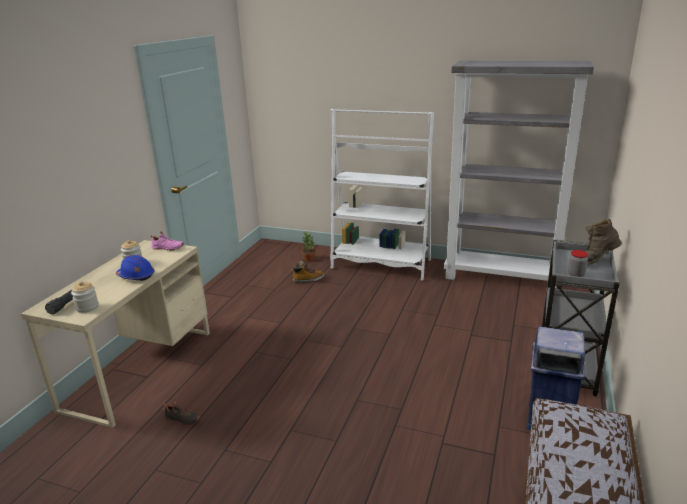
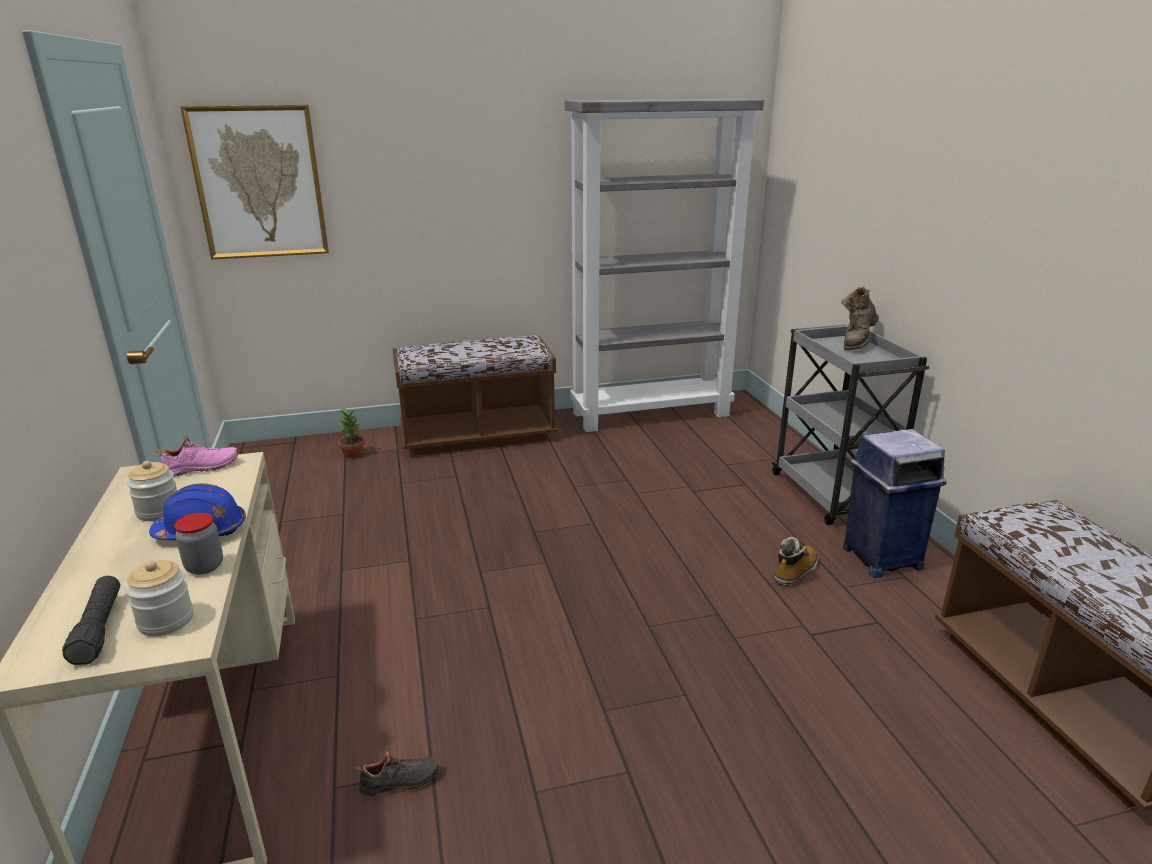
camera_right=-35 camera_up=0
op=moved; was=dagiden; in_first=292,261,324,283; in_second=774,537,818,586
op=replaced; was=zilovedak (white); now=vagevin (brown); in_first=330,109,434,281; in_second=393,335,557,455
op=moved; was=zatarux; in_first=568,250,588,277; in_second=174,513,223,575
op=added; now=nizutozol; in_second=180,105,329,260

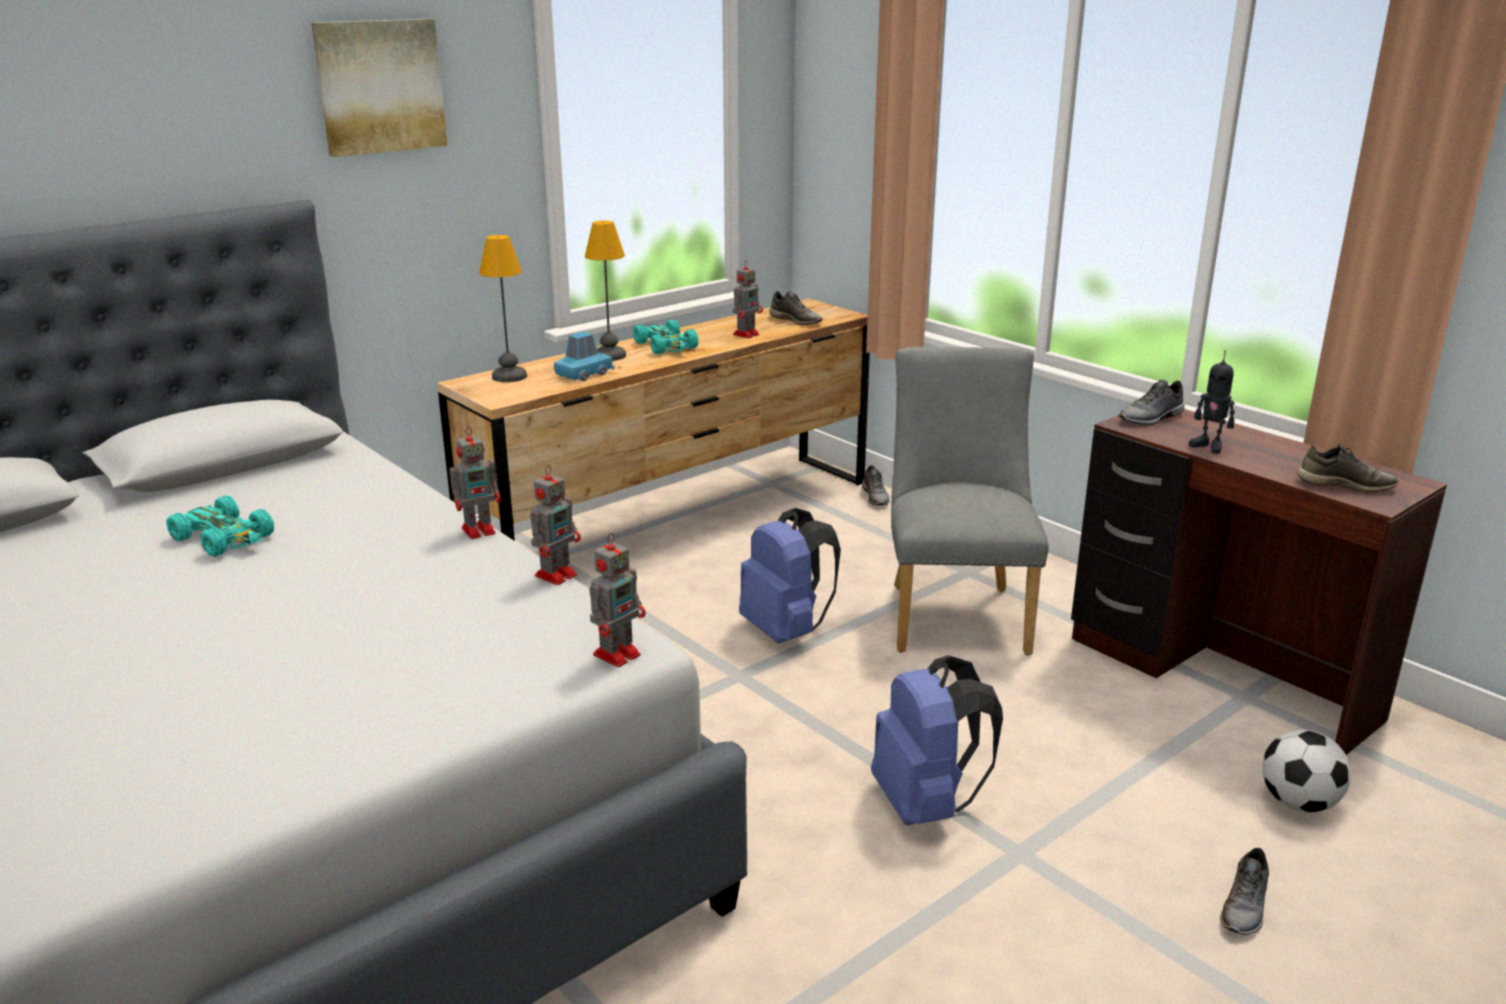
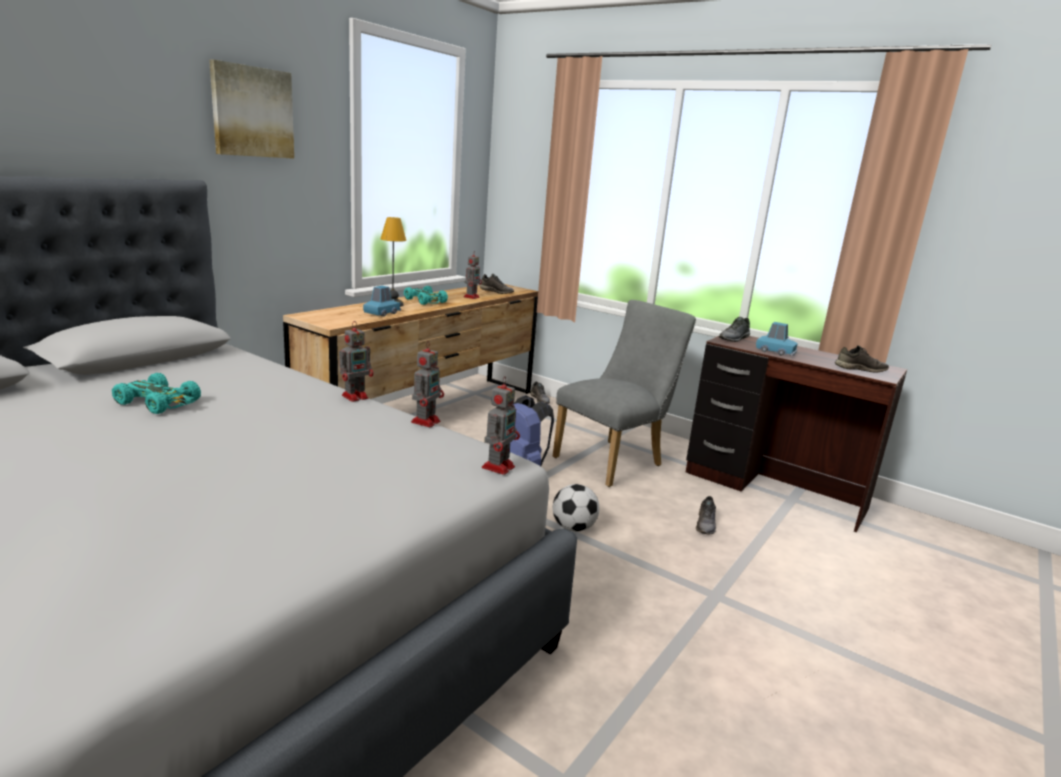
camera_right=-15 camera_up=-5
op=removed; was=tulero; in_first=479,235,527,382
op=removed; was=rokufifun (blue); in_first=871,655,1003,825
op=turned; was=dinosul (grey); in_first=891,347,1049,655; in_second=553,300,696,487; clockwise=60
op=replaced; was=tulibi; now=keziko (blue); in_first=1189,350,1235,454; in_second=756,322,798,356
op=moved; was=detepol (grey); in_first=1220,848,1269,935; in_second=696,496,716,535
op=moved; was=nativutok; in_first=1262,730,1351,812; in_second=553,484,599,532

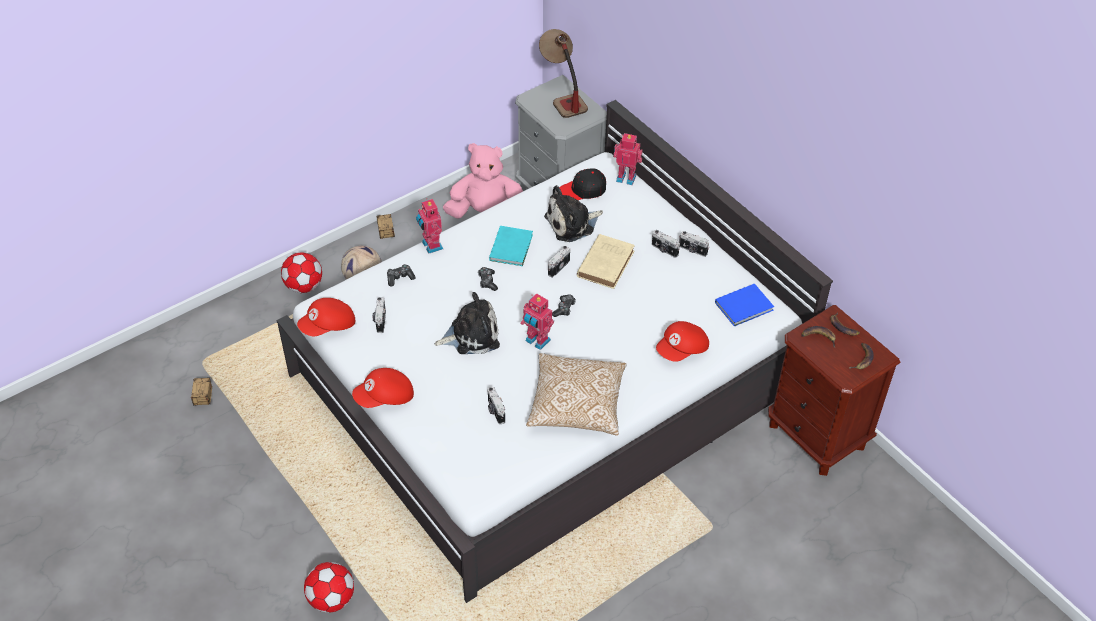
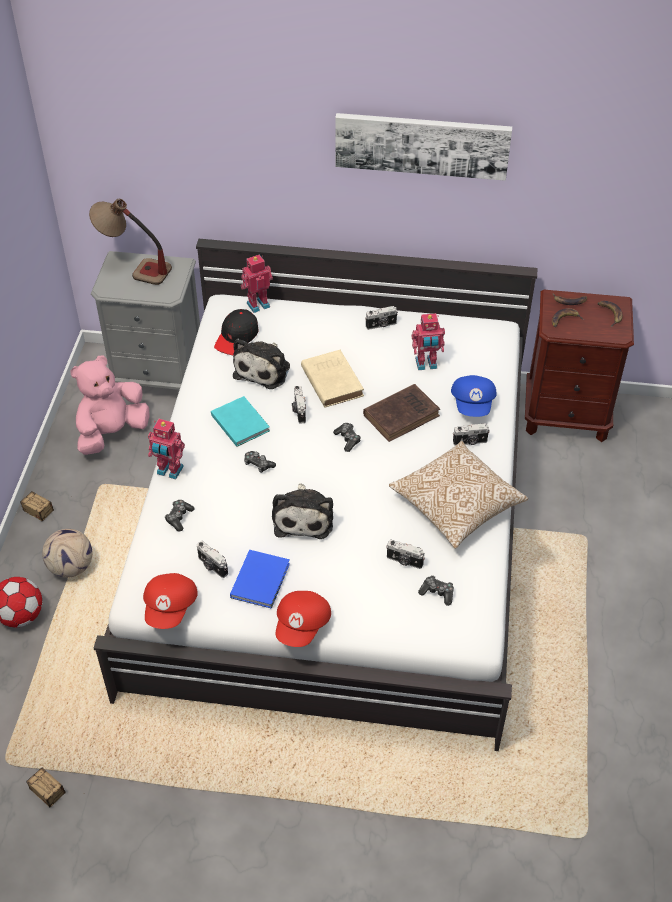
camera_right=-45 camera_up=0
op=removed; was=nativutok; in_first=304,562,354,613
op=turned; was=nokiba; in_first=434,292,500,354; in_second=272,483,333,539; clockwise=150
op=moved; was=tulibi; in_first=521,293,554,350; in_second=412,313,445,370
op=moved; was=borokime; in_first=652,230,680,258; in_second=453,423,490,446
op=recoloured; was=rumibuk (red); now=rumibuk (blue); in_first=656,321,709,362; in_second=451,375,497,417
op=moved; was=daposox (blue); in_first=715,283,774,326; in_second=230,550,290,609
op=added; now=nizutozol; in_second=335,113,512,181
op=added; now=daposox (brown); in_second=363,384,440,442
op=added; now=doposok; in_second=418,575,454,606

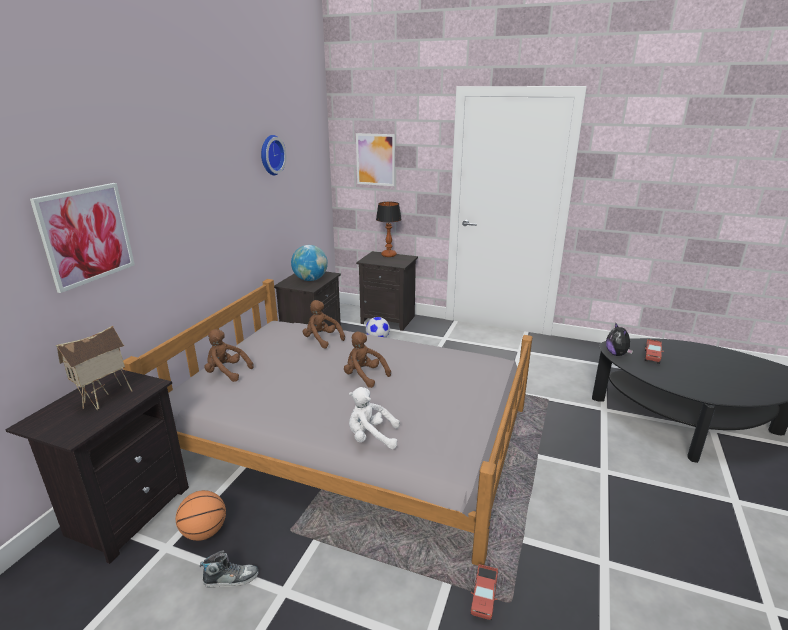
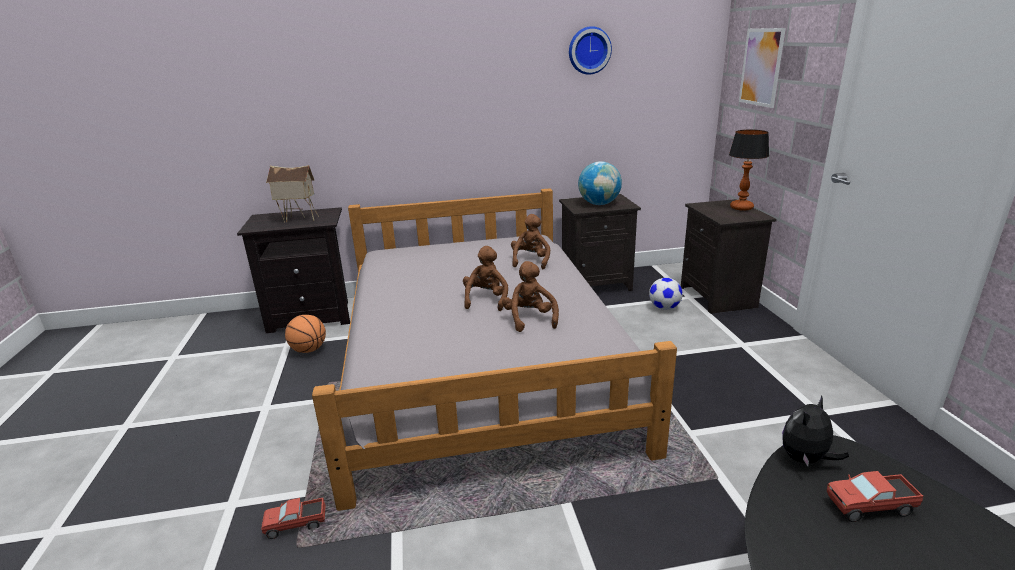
camera_right=60 camera_up=0
op=removed; was=nizutozol; in_first=30,183,135,293
op=removed; was=detepol; in_first=200,550,259,588
op=moved; was=nokiba (brown); in_first=204,329,254,382; in_second=502,261,559,332
op=removed; was=nokiba (white); in_first=349,387,400,449

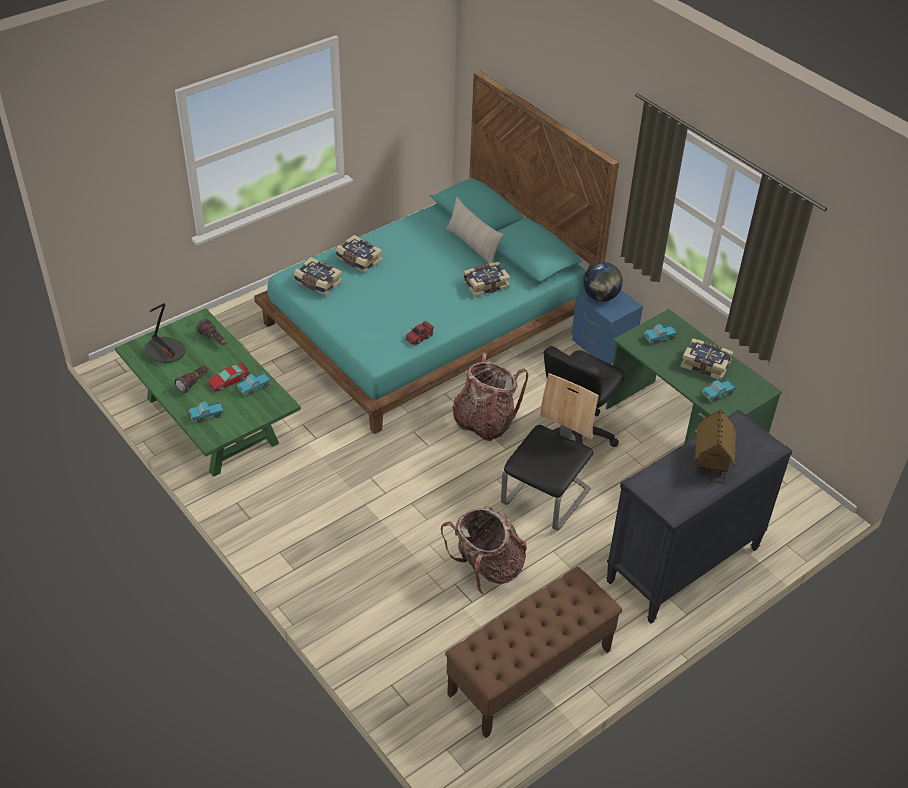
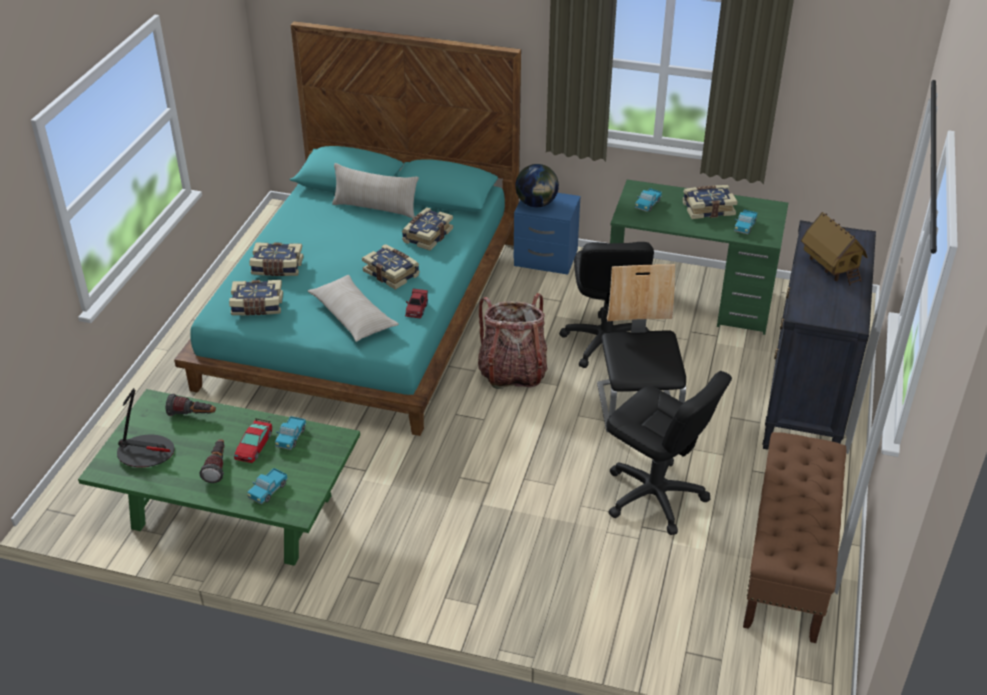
camera_right=-35 camera_up=-5
op=replaced; was=rokufifun; now=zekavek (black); in_first=441,506,527,594; in_second=606,371,732,535
op=added; now=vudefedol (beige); in_second=308,275,399,342
op=added; now=daposox; in_second=362,244,420,290

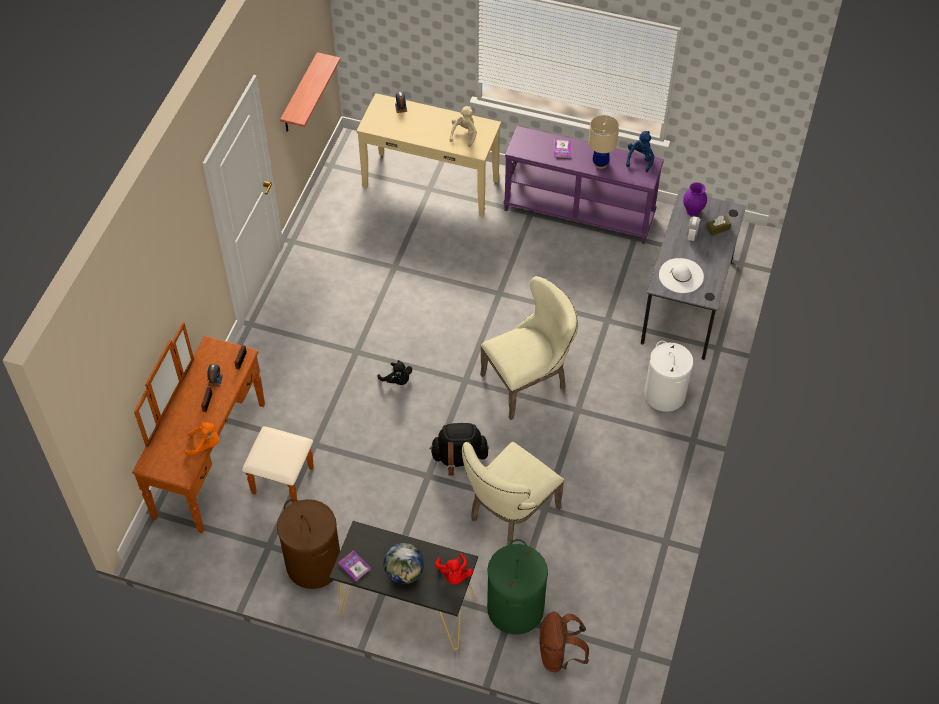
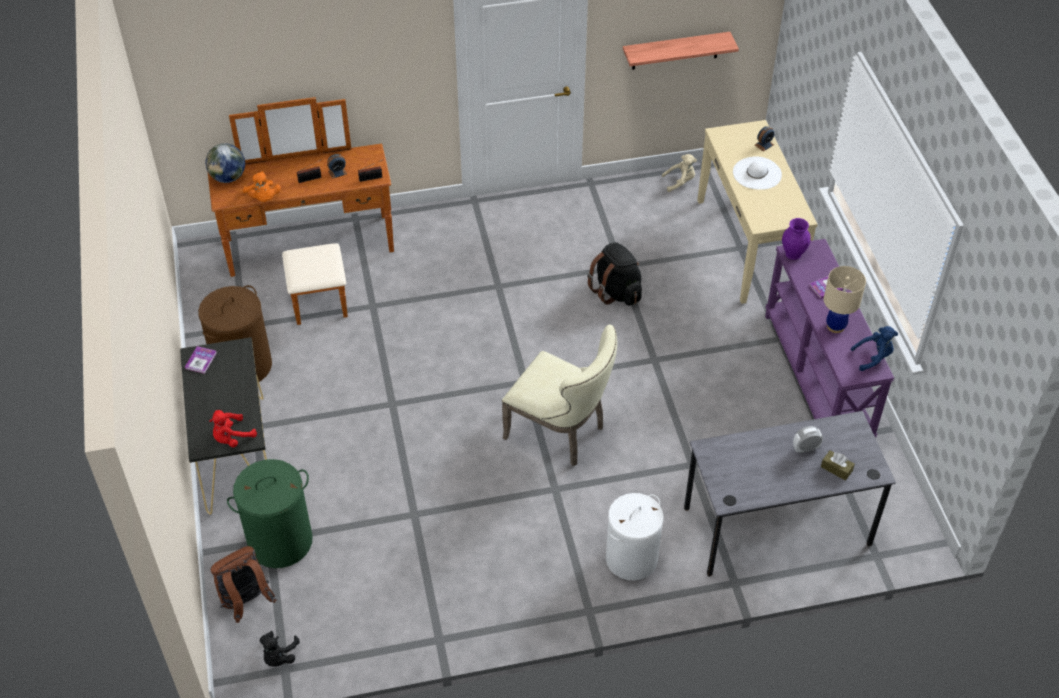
camera_right=60 camera_up=-5
op=moved; was=nokiba (black); in_first=378,360,412,385; in_second=260,631,300,667
op=moved; was=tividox; in_first=384,543,424,584; in_second=205,143,245,183
op=moved; was=rokufifun (black); in_first=430,423,489,476; in_second=587,242,642,306
op=moved; was=nokiba (beige); in_first=450,106,477,147; in_second=662,154,697,192
op=removed; was=dinosul (beige); in_first=462,442,564,546
op=moved; was=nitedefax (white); in_first=659,258,704,293; in_second=733,156,782,190
op=moved; was=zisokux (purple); in_first=684,182,707,217; in_second=782,218,810,260

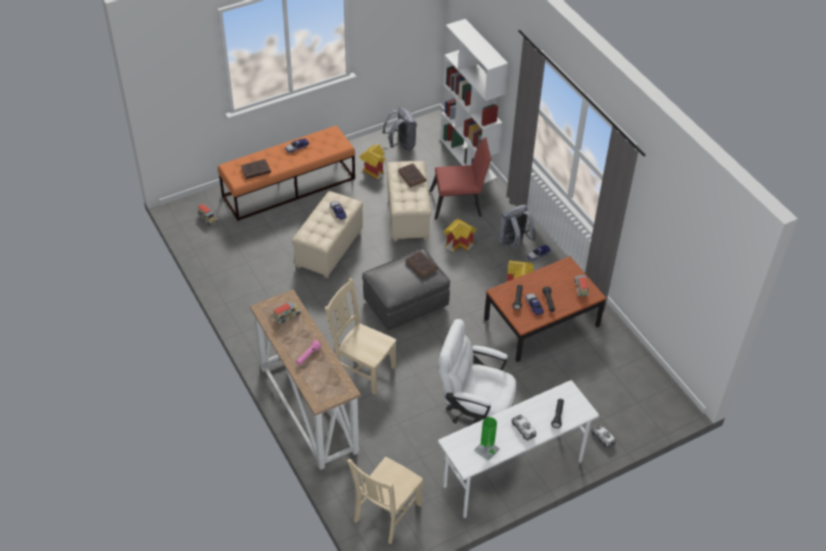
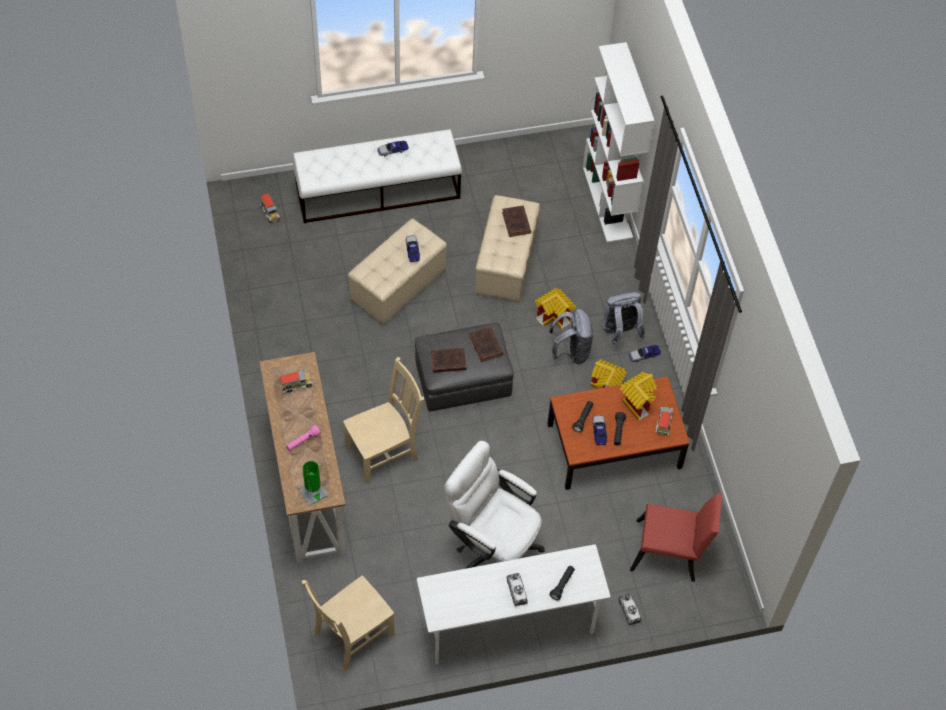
camera_right=15 camera_up=10
op=recoloured; was=vagevin (orange); now=vagevin (white); in_first=218,126,355,221; in_second=292,129,462,223
op=moved; was=daposox (brown); in_first=241,159,271,179; in_second=431,348,467,373
op=turned; was=dinosul (beige); in_first=325,278,396,395; in_second=343,357,424,484; clockwise=105
op=moved; was=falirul; in_first=359,144,386,180; in_second=620,372,657,421
op=moved; was=rokufifun (grey); in_first=383,107,417,151; in_second=549,309,593,364
op=moved; was=dinosul (red); in_first=430,138,491,220; in_second=630,493,723,582
op=moved; was=tulero (green); in_first=474,417,500,461; in_second=299,461,328,506

